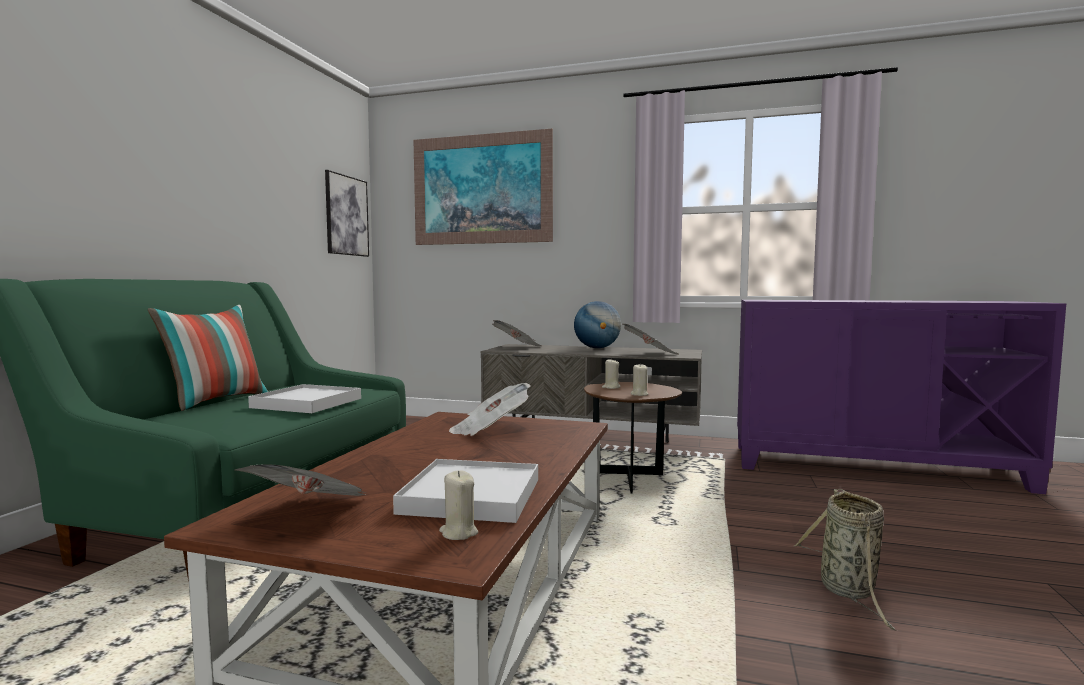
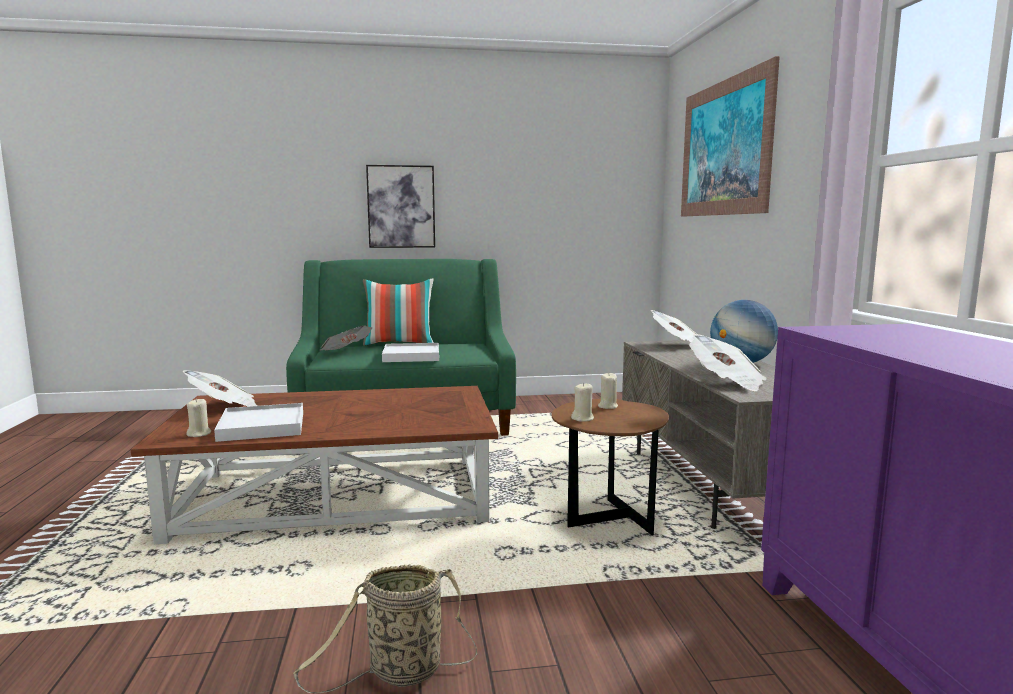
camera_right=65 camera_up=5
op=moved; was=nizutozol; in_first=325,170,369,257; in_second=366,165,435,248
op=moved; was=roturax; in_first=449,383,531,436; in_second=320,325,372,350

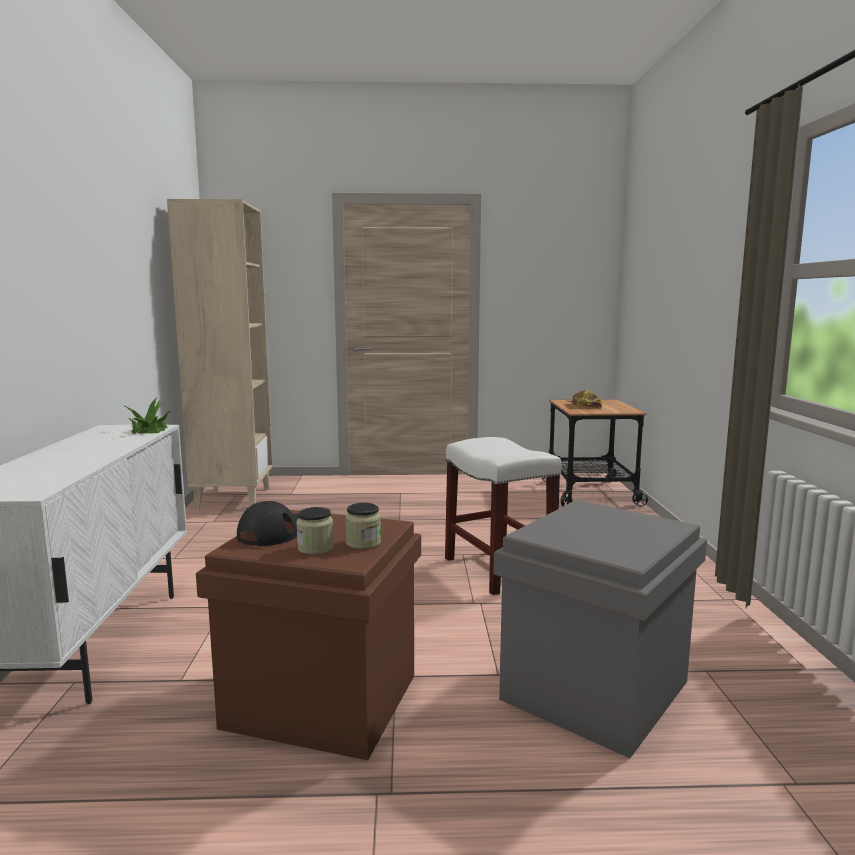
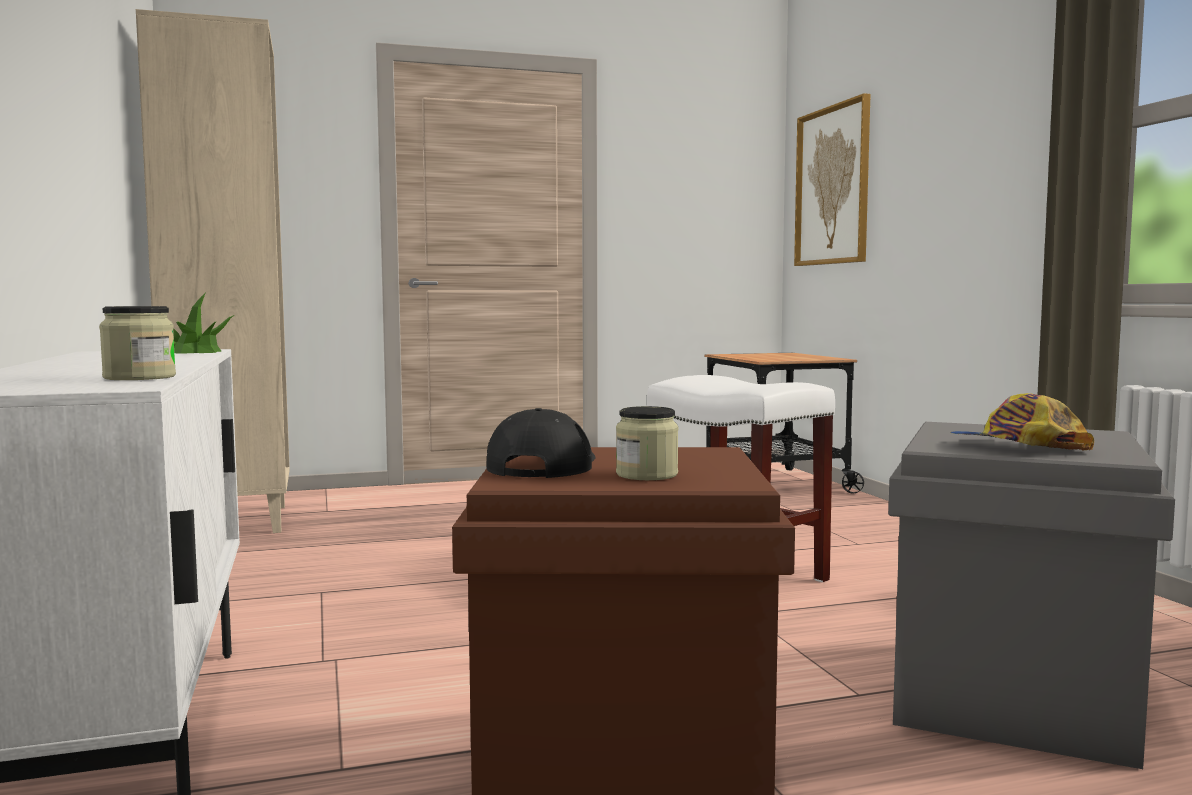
camera_right=-15 camera_up=-5
op=moved; was=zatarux; in_first=345,503,381,549; in_second=99,306,176,380
op=moved; was=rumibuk; in_first=566,390,602,408; in_second=950,393,1094,451
op=added; now=nizutozol; in_second=794,93,871,266

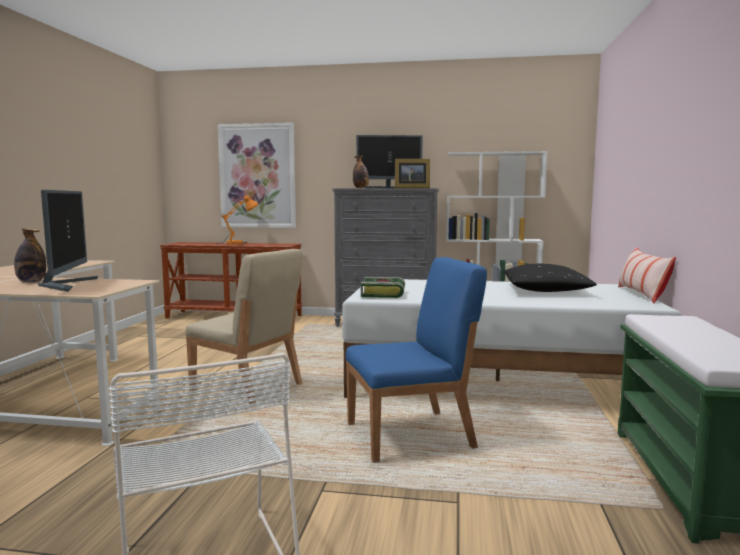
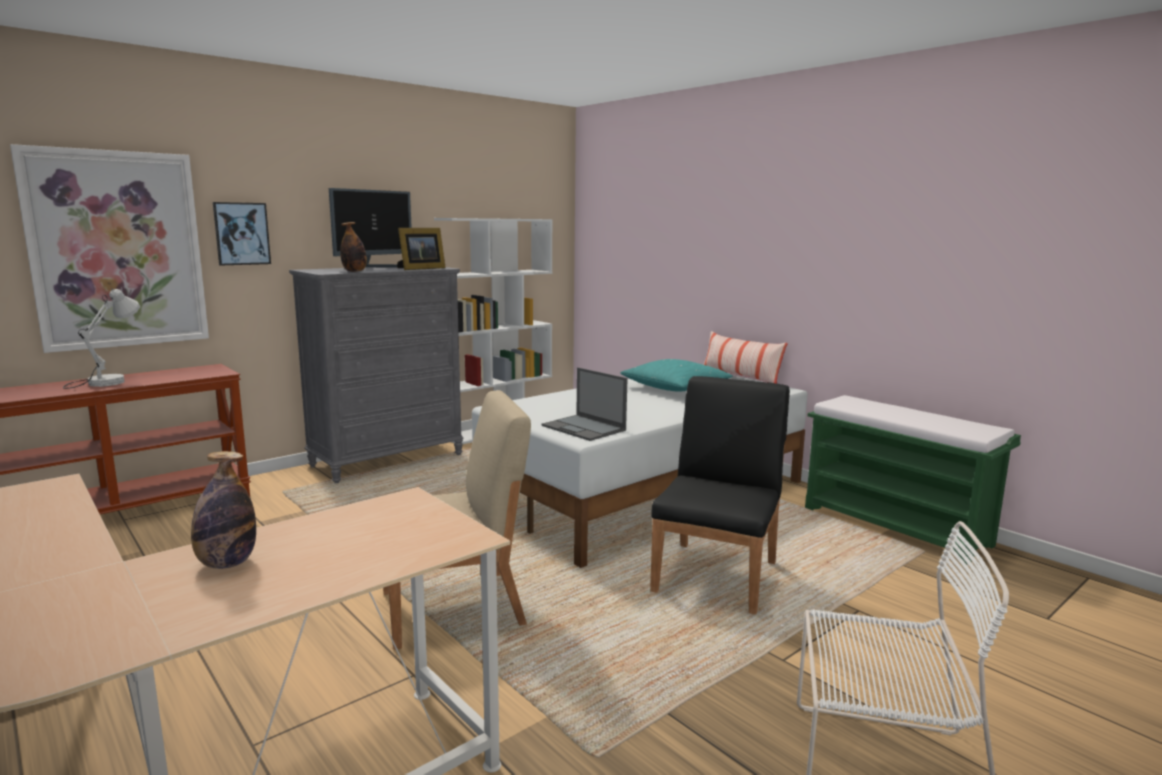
camera_right=-50 camera_up=5
op=removed; was=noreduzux; in_first=38,190,98,292
op=recoloured; was=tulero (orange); now=tulero (white); in_first=216,195,258,245; in_second=63,288,140,389
op=recoloured; was=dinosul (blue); now=dinosul (black); in_first=346,257,487,463; in_second=650,376,790,615
op=replaced; was=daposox; now=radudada; in_first=360,277,405,298; in_second=542,368,628,441
op=recoloured; was=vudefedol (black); now=vudefedol (turquoise); in_first=503,263,597,292; in_second=620,359,733,392
op=added; now=nizutozol; in_second=213,202,271,266

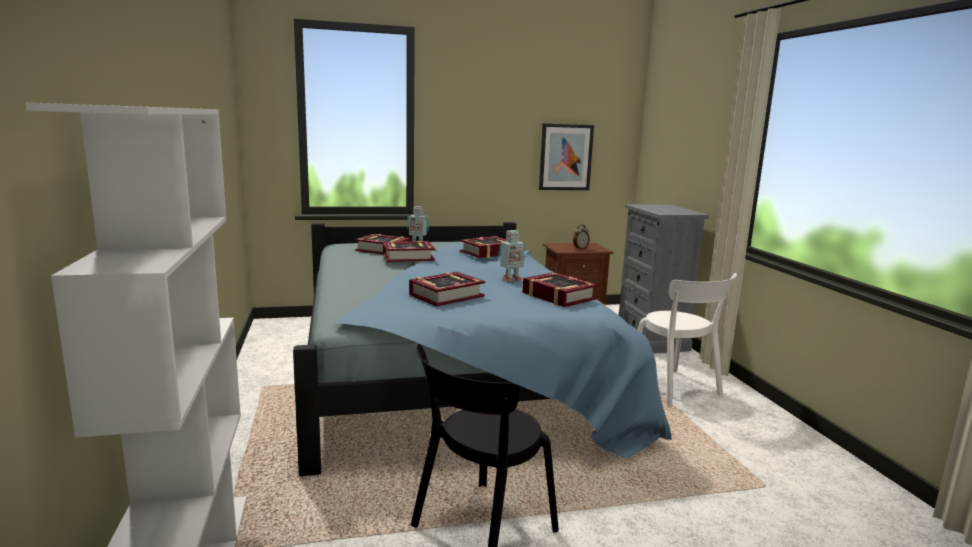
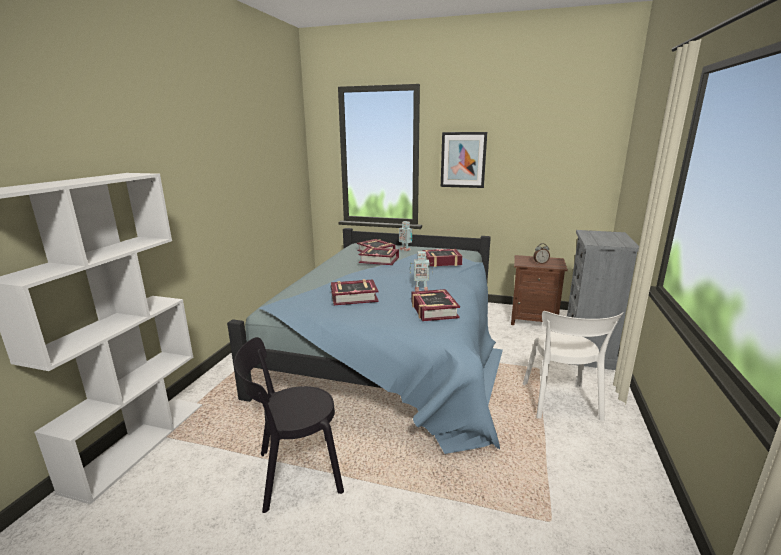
camera_right=30 camera_up=5
op=moved; was=nizutozol; in_first=539,123,594,190; in_second=441,132,487,188

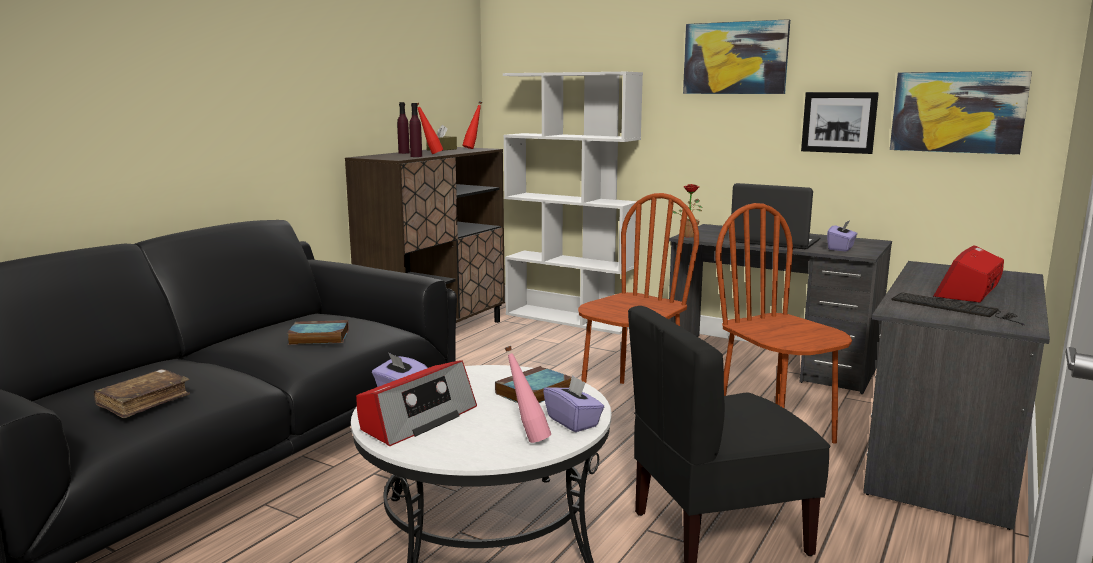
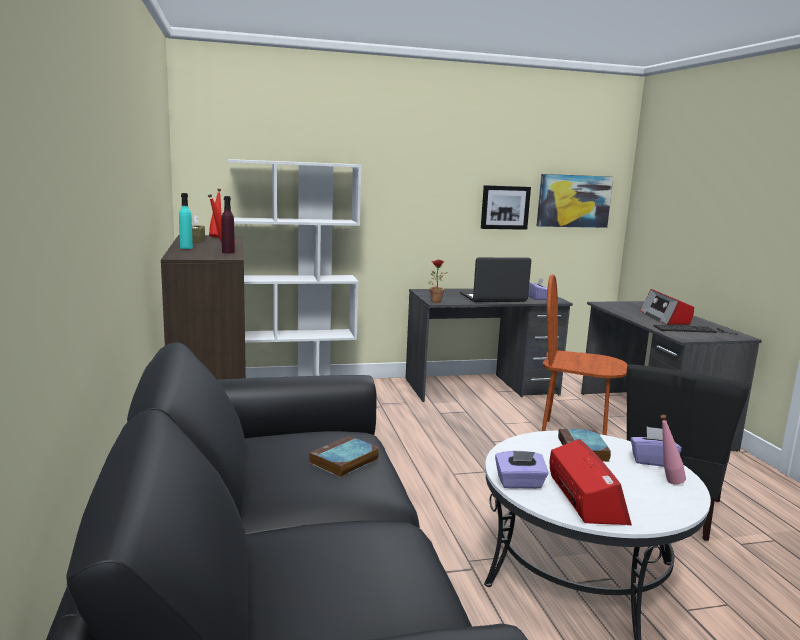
camera_right=-45 camera_up=0
op=removed; was=daposox (brown); in_first=94,369,190,418
op=recoloured; was=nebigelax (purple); now=nebigelax (turquoise); in_first=397,102,410,154; in_second=179,193,193,249
op=removed; was=dinosul (brown); in_first=578,193,699,384
op=removed; was=nizutozol; in_first=683,19,790,94

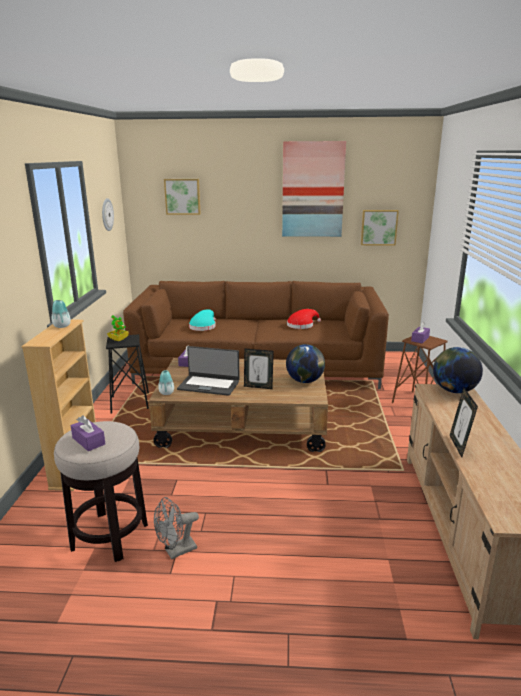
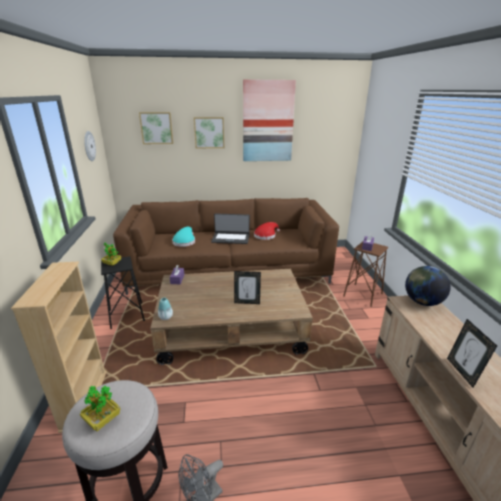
camera_right=-10 camera_up=5
op=removed; was=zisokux; in_first=52,300,71,328
op=replaced; was=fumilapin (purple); now=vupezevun; in_first=71,415,105,451; in_second=80,386,120,431
op=moved; was=radudada; in_first=177,346,240,396; in_second=211,213,250,244
op=removed; was=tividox; in_first=286,344,325,383
op=moved; was=nizutozol; in_first=361,210,399,245; in_second=194,117,224,148

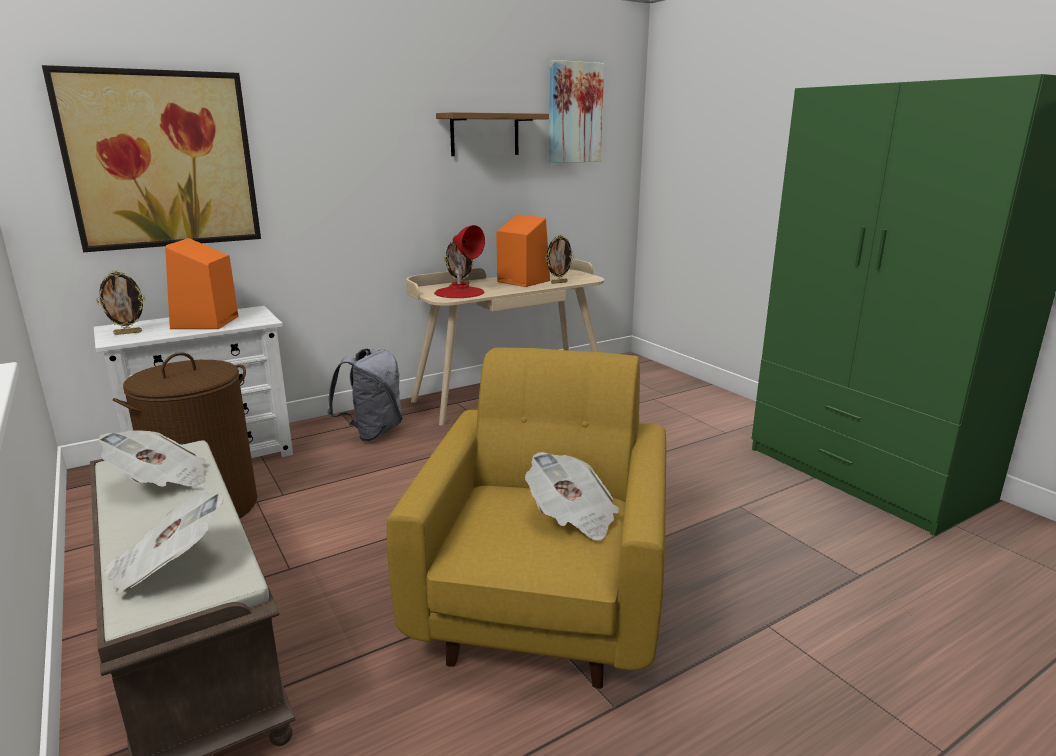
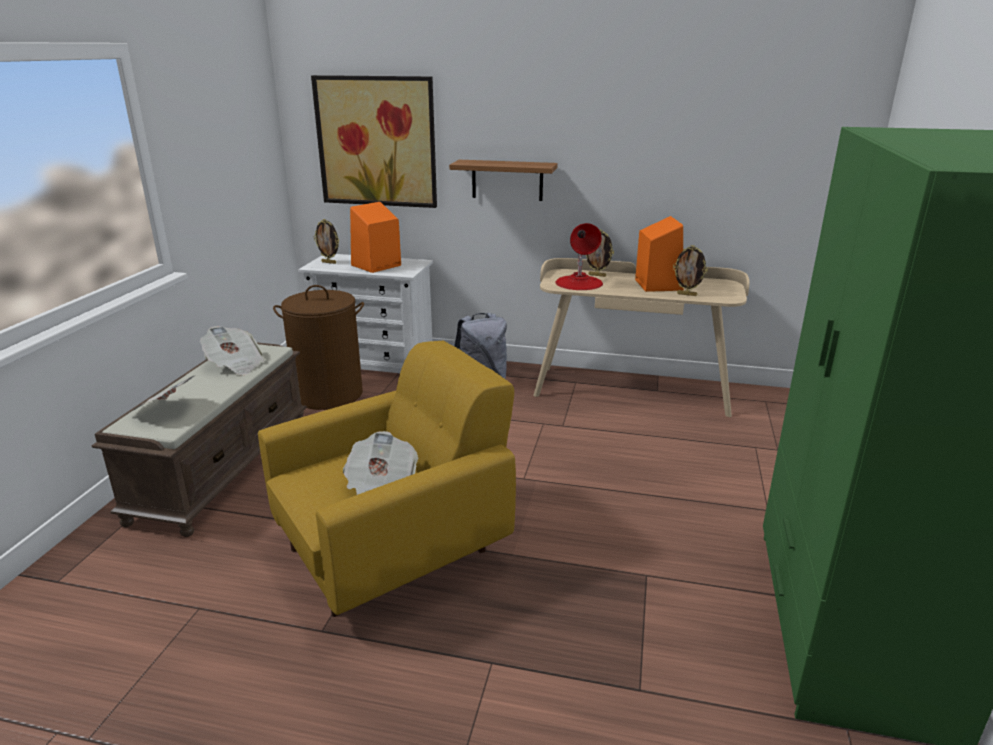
camera_right=45 camera_up=5
op=moved; was=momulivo; in_first=436,112,549,156; in_second=449,160,558,201
op=removed; was=nizutozol; in_first=549,60,604,163

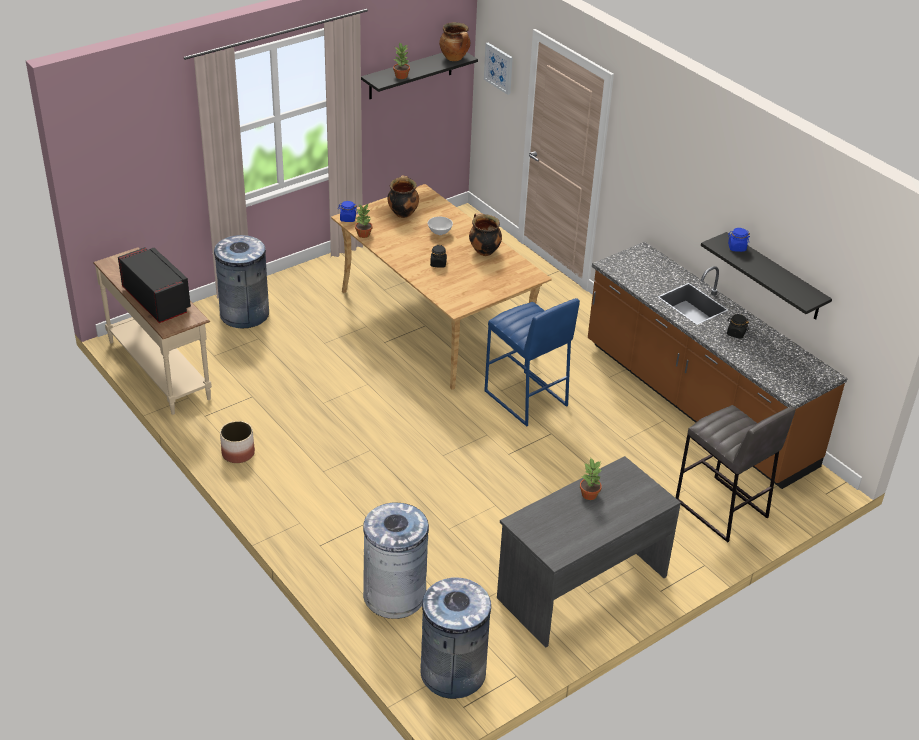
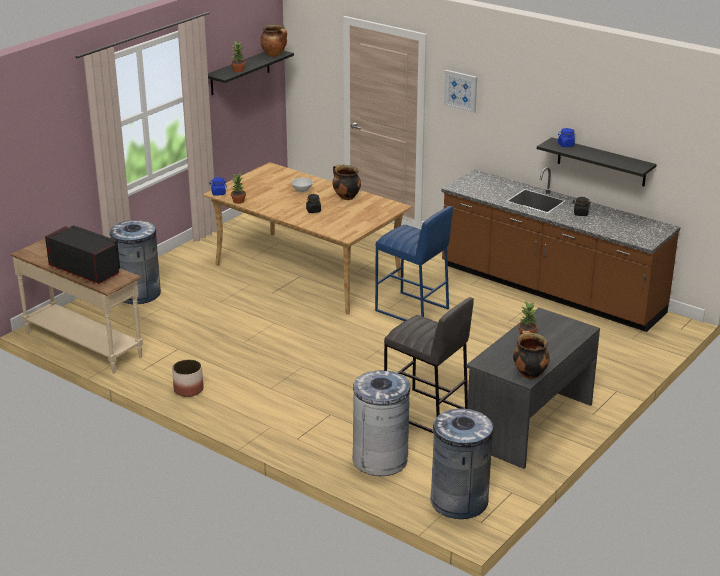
camera_right=-15 camera_up=-10
op=moved; was=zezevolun; in_first=388,175,419,218; in_second=513,331,550,379
op=moved; was=nizutozol; in_first=484,43,513,95; in_second=443,70,477,113
op=moved; was=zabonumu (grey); in_first=676,405,796,542; in_second=384,297,474,433

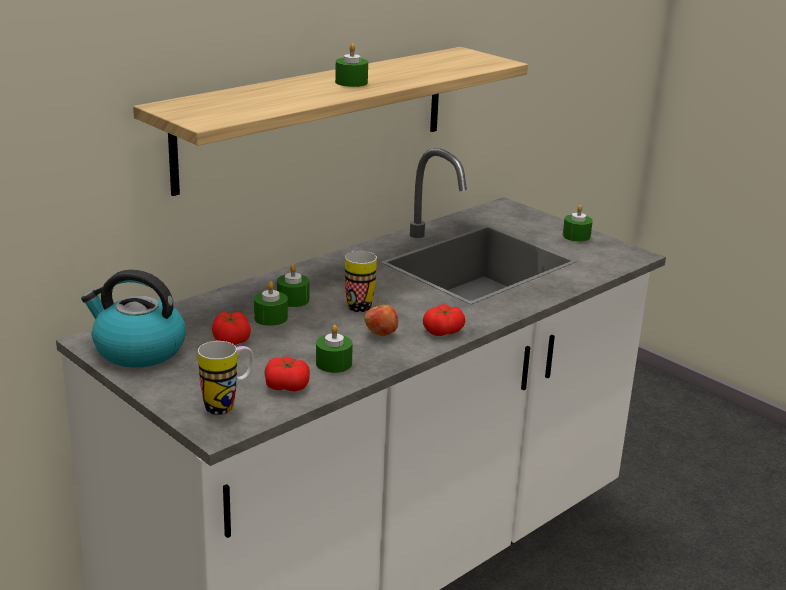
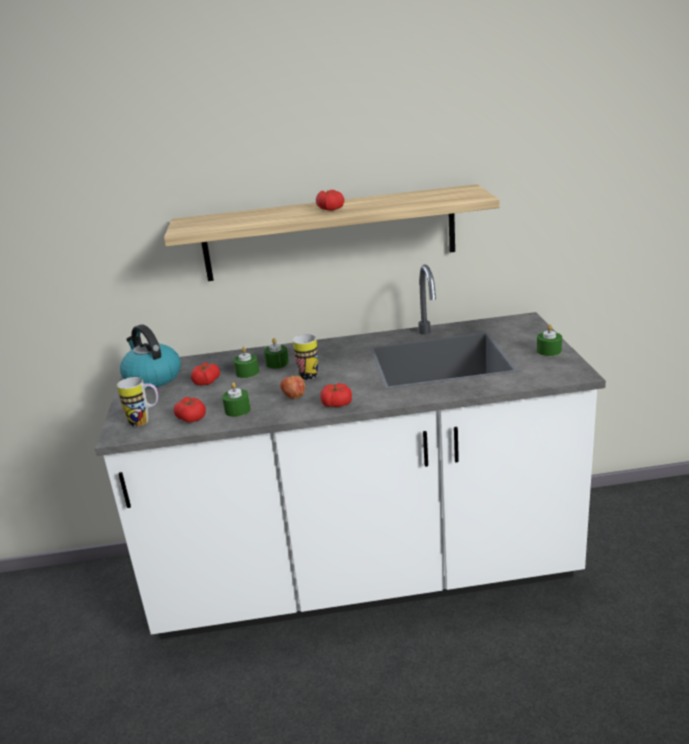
camera_right=40 camera_up=0
op=replaced; was=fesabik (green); now=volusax; in_first=335,43,368,87; in_second=316,190,344,211

